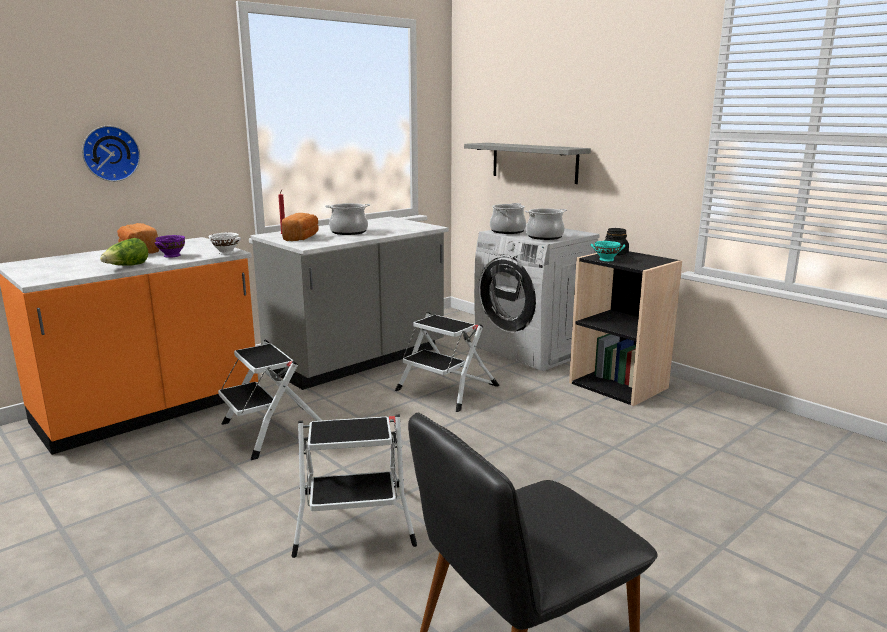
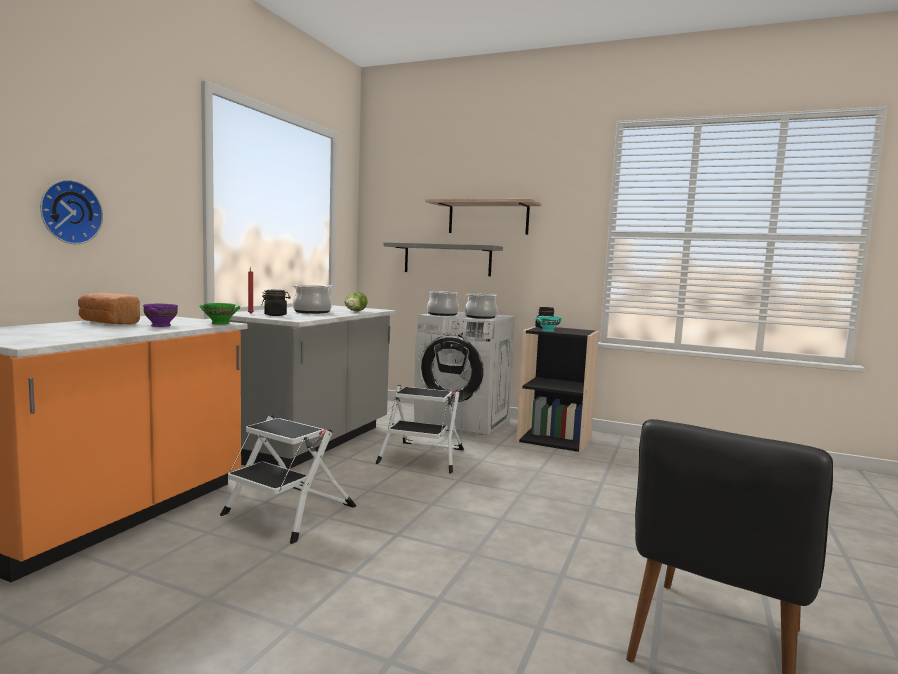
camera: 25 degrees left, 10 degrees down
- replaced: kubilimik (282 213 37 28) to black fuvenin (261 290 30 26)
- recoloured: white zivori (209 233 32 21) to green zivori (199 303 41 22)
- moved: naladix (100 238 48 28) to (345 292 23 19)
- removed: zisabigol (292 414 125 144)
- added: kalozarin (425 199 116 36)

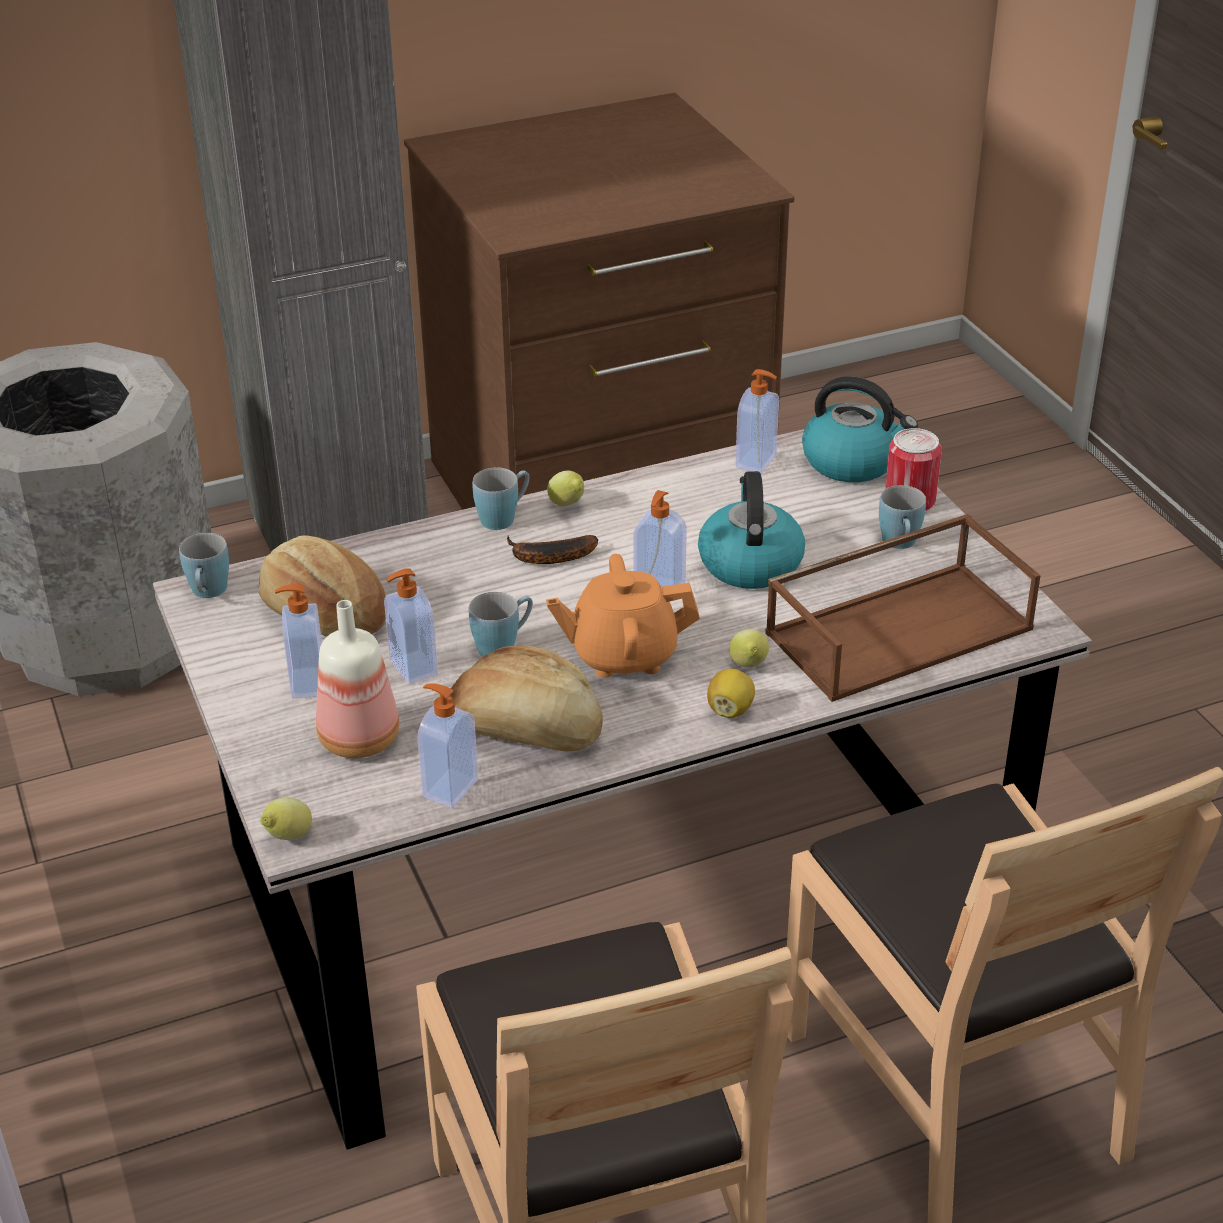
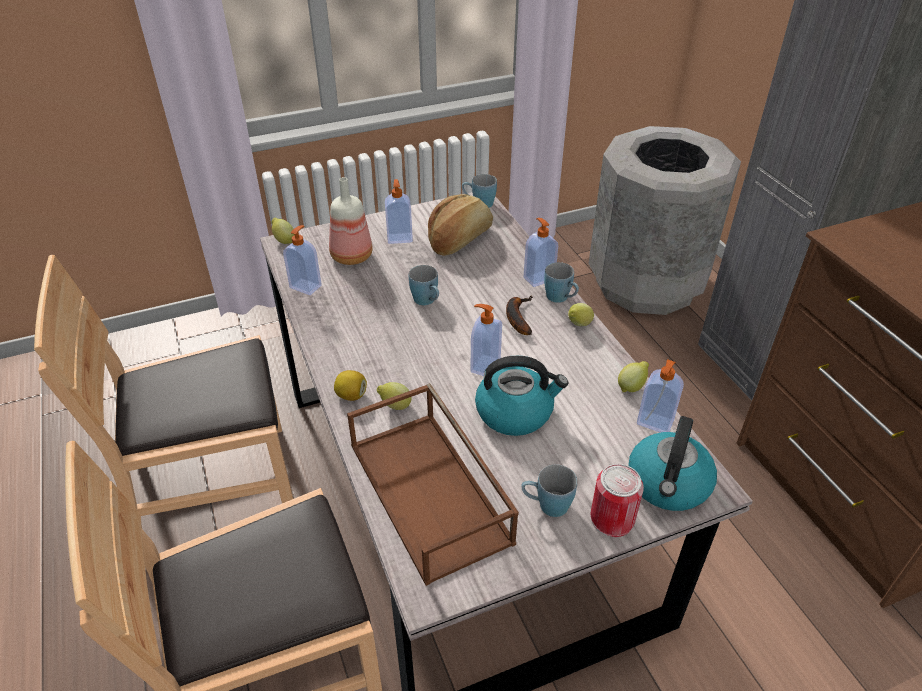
camera: 90 degrees right, 5 degrees up
- removed: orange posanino (546 554 154 124)
- moved: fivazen (384 568 54 116) to (524 218 34 69)
- removed: kubilimik (449 646 154 106)
- added: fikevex (618 361 31 31)

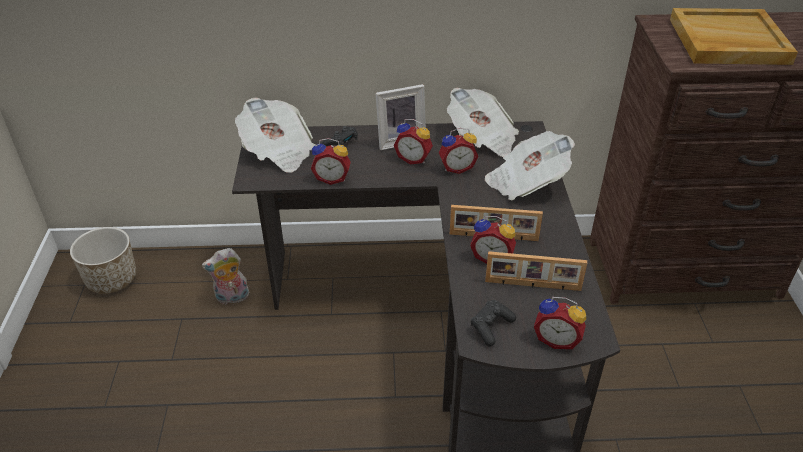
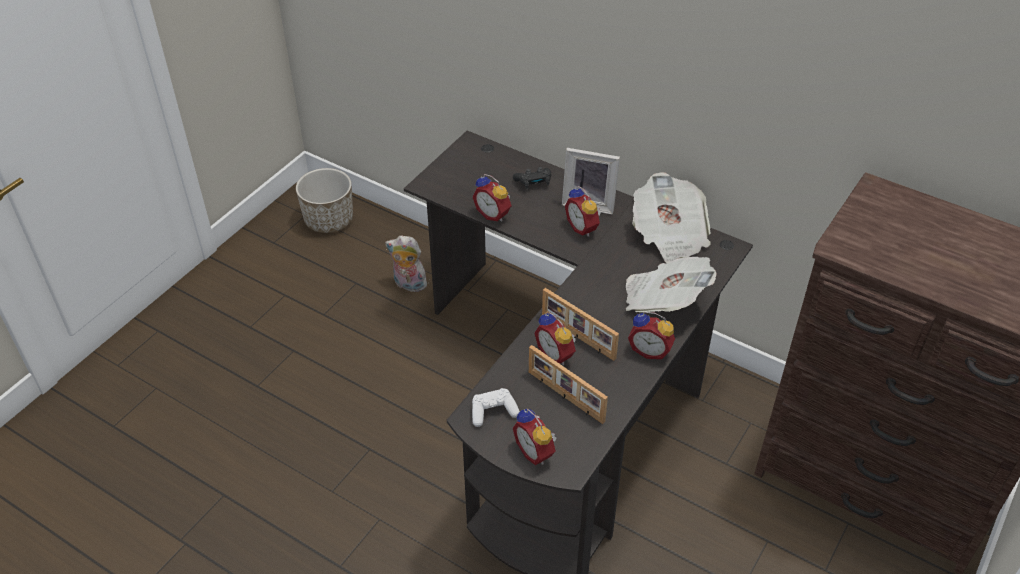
camera: 35 degrees right, 5 degrees up
- removed: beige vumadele (670 8 128 57)
- removed: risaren (235 97 80 76)
- moved: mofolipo (439 128 39 46) to (628 312 47 47)
- recoloured: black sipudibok (471 300 45 46) to white sipudibok (472 388 48 39)

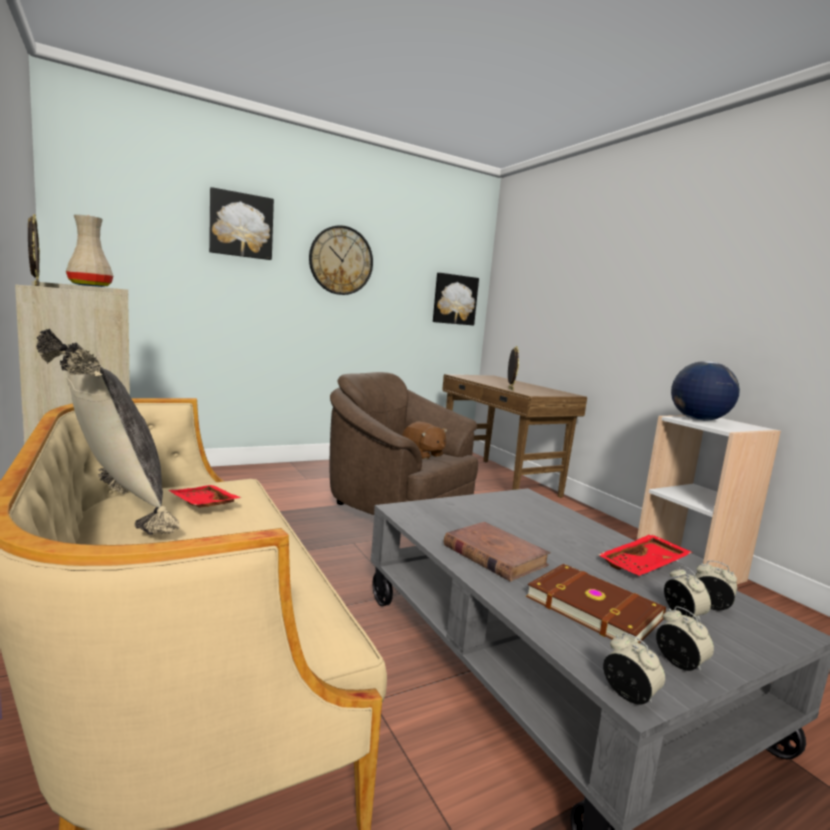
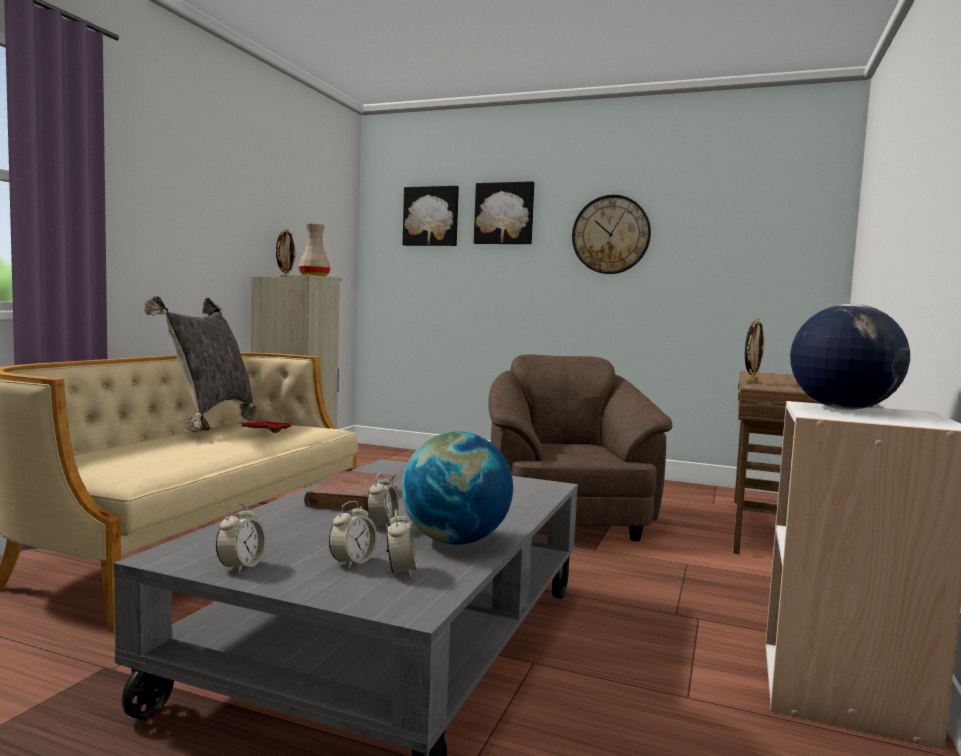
camera: 50 degrees right, 5 degrees down
- moved: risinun (433 273 46 53) to (402 186 57 60)
- removed: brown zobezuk (402 421 45 39)
- replaced: red vumadele (599 534 94 42) to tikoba (402 432 111 113)
- removed: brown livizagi (526 564 140 79)
- moved: mofolipo (603 633 62 72) to (367 473 32 57)

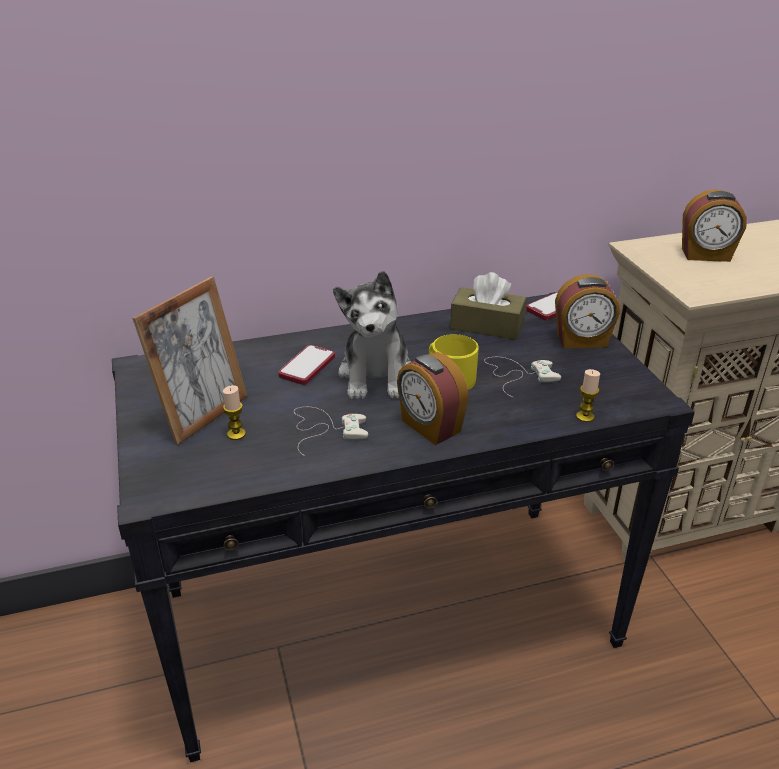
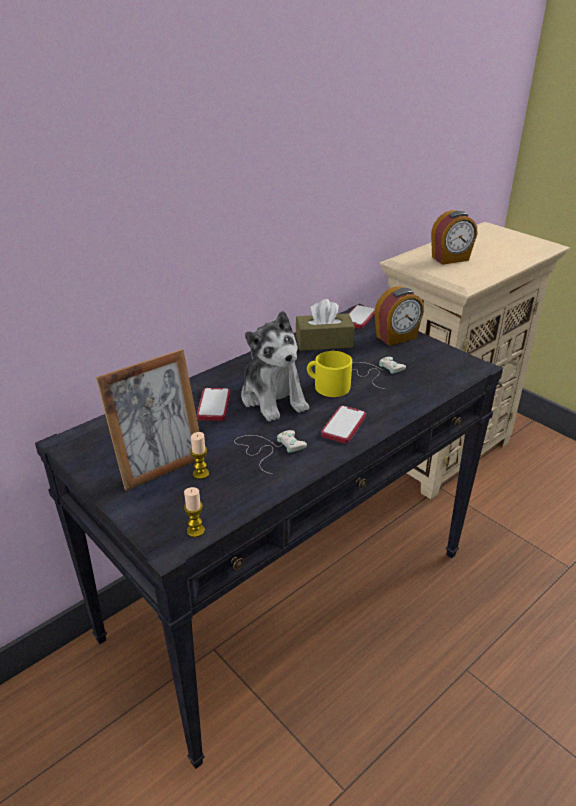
camera: 25 degrees left, 0 degrees up
- turned: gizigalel (132 277 116 168) = (96 349 103 142) 45 degrees clockwise
- replaced: mofolipo (397 352 72 93) to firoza (321 406 45 38)
- moved: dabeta (576 369 24 53) to (184 487 21 50)

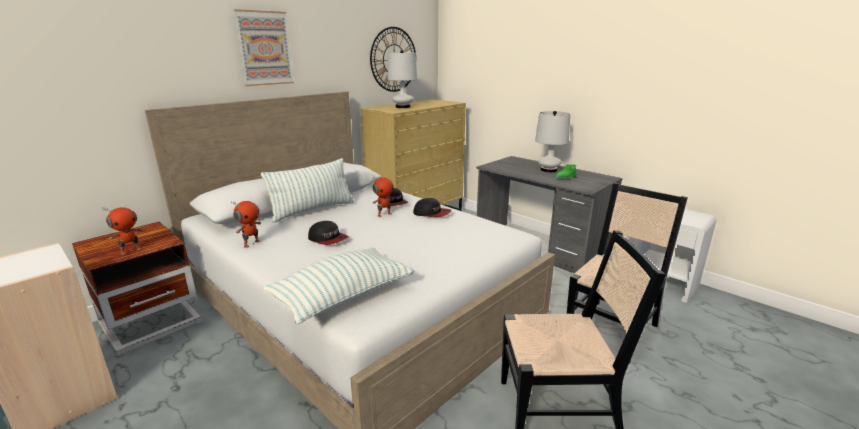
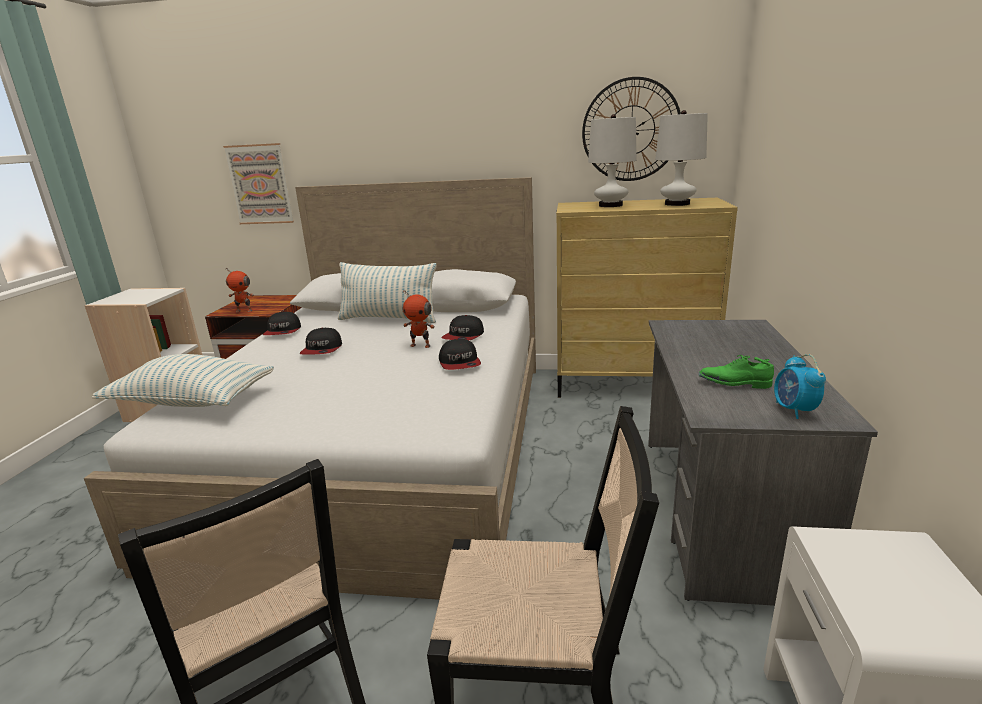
camera: 55 degrees right, 0 degrees up
- moved: risinun (233 9 61 77) to (223 143 71 81)
- moved: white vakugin (535 111 35 61) to (655 110 53 96)
- replaced: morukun (231 201 30 47) to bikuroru (263 312 38 23)
- added: mofolipo (774 354 52 65)

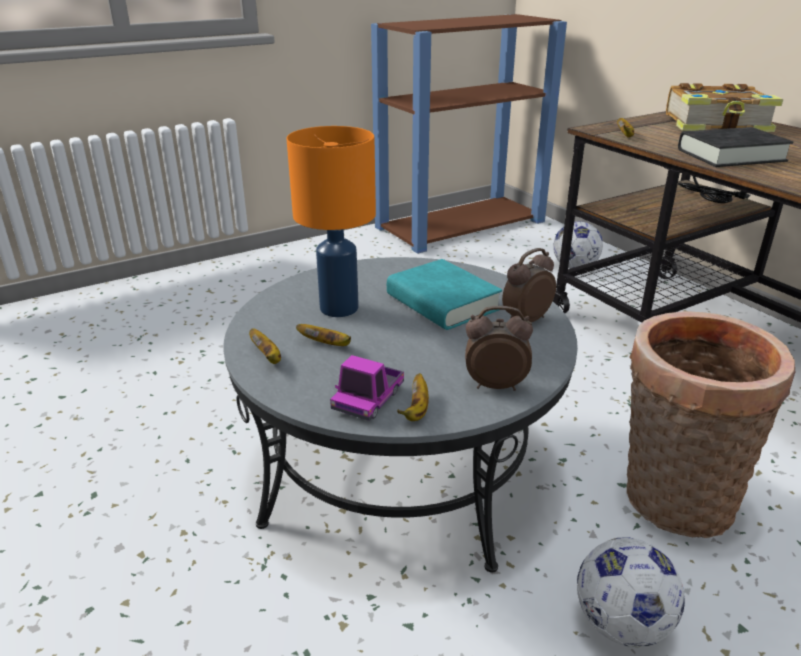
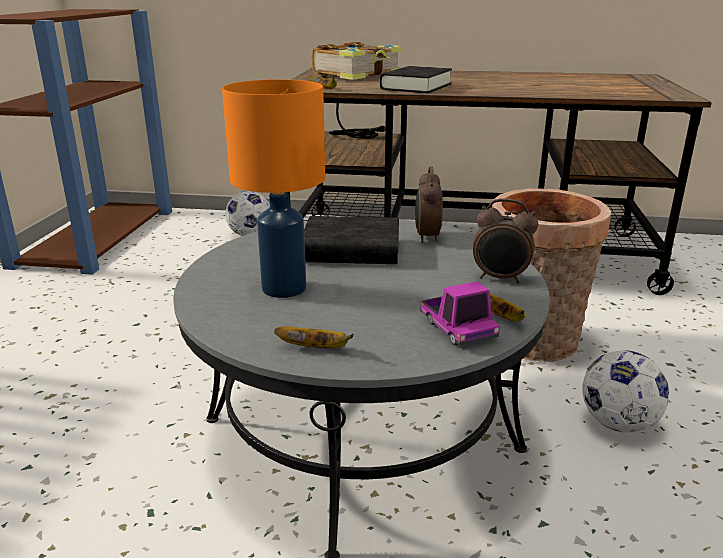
camera: 50 degrees left, 5 degrees down
- recoloured: turquoise livizagi (387 259 115 71) to black livizagi (304 216 95 48)
- turned: mofolipo (465 306 68 85) = (473 199 65 84) 120 degrees counterclockwise
- removed: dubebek (296 324 55 22)

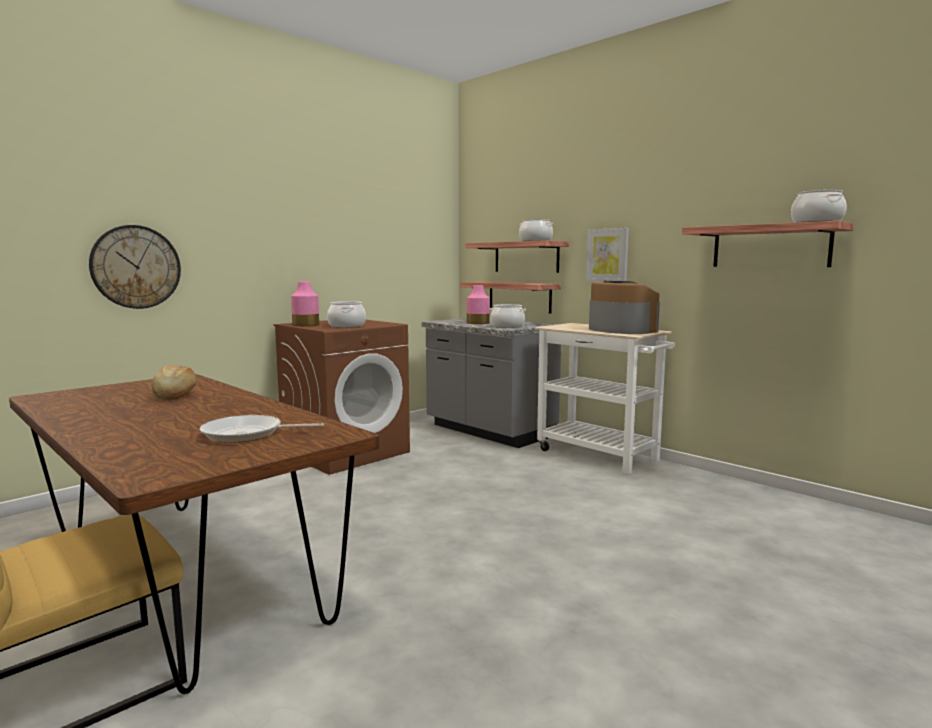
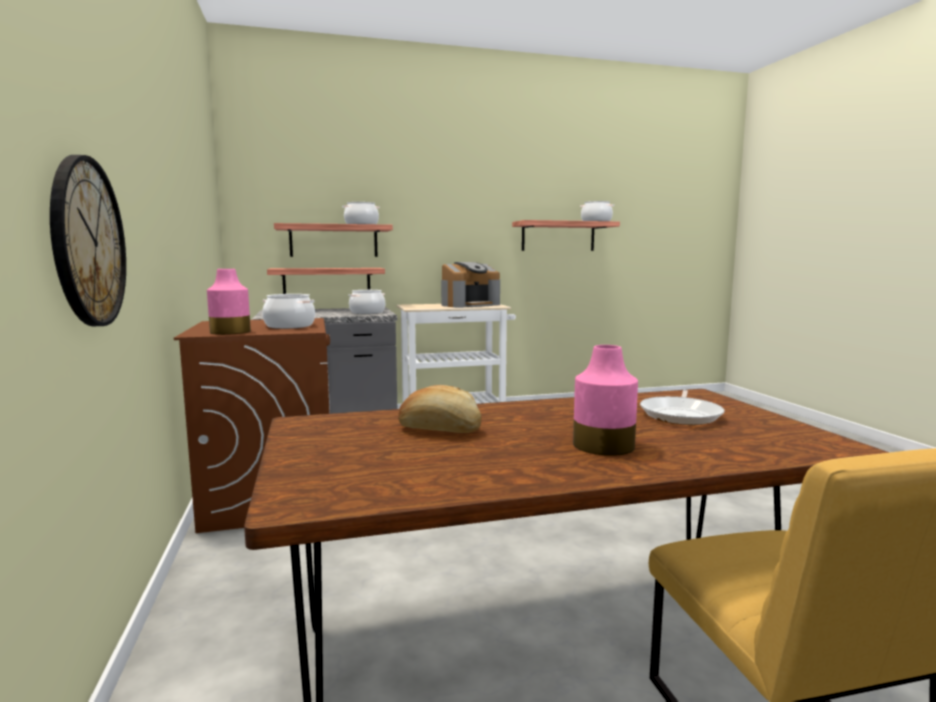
camera: 60 degrees left, 0 degrees up
- removed: risinun (586 228 43 53)
- turned: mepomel (589 280 71 54) = (441 262 59 46) 150 degrees clockwise
- moved: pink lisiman (467 285 23 39) to (573 345 65 111)

